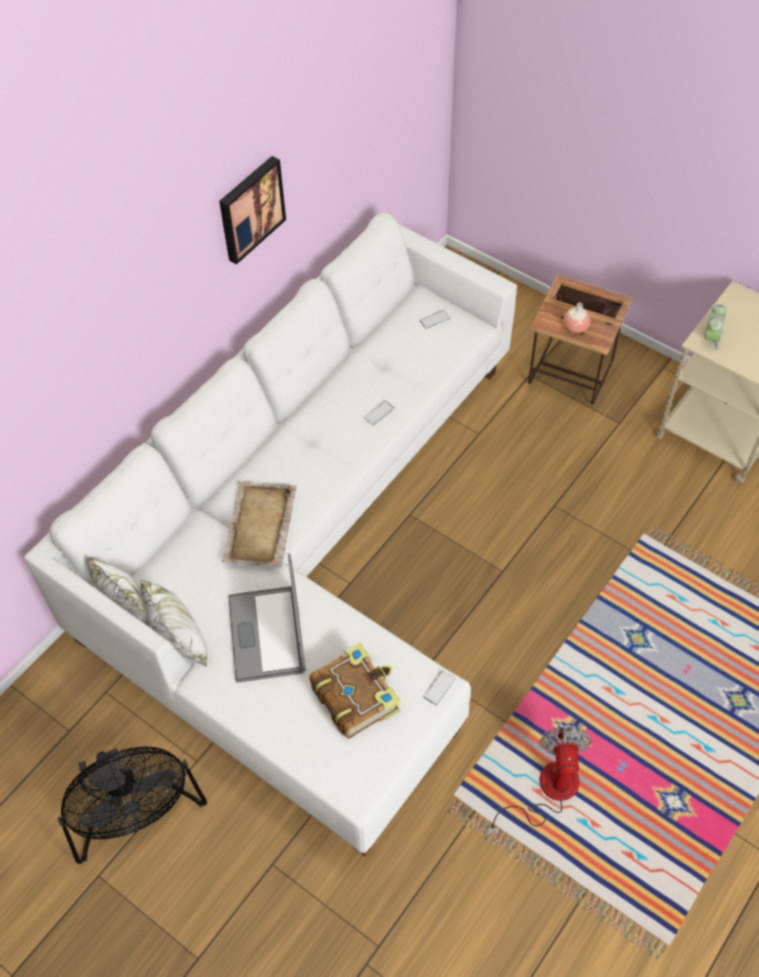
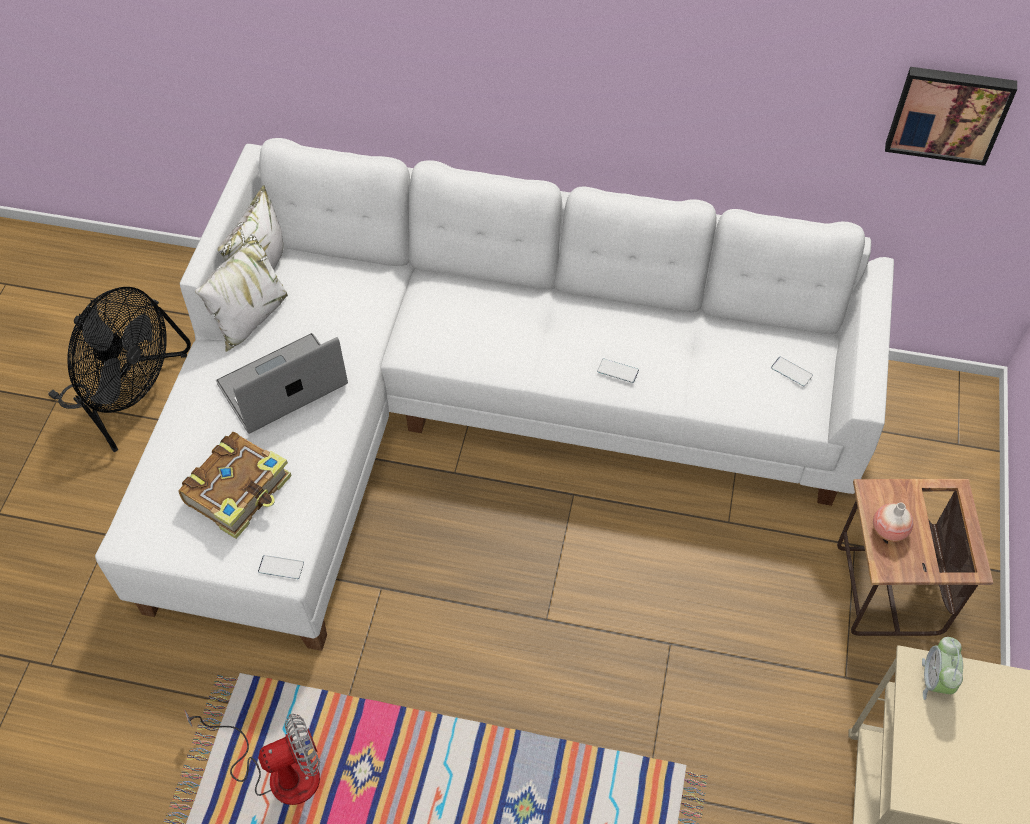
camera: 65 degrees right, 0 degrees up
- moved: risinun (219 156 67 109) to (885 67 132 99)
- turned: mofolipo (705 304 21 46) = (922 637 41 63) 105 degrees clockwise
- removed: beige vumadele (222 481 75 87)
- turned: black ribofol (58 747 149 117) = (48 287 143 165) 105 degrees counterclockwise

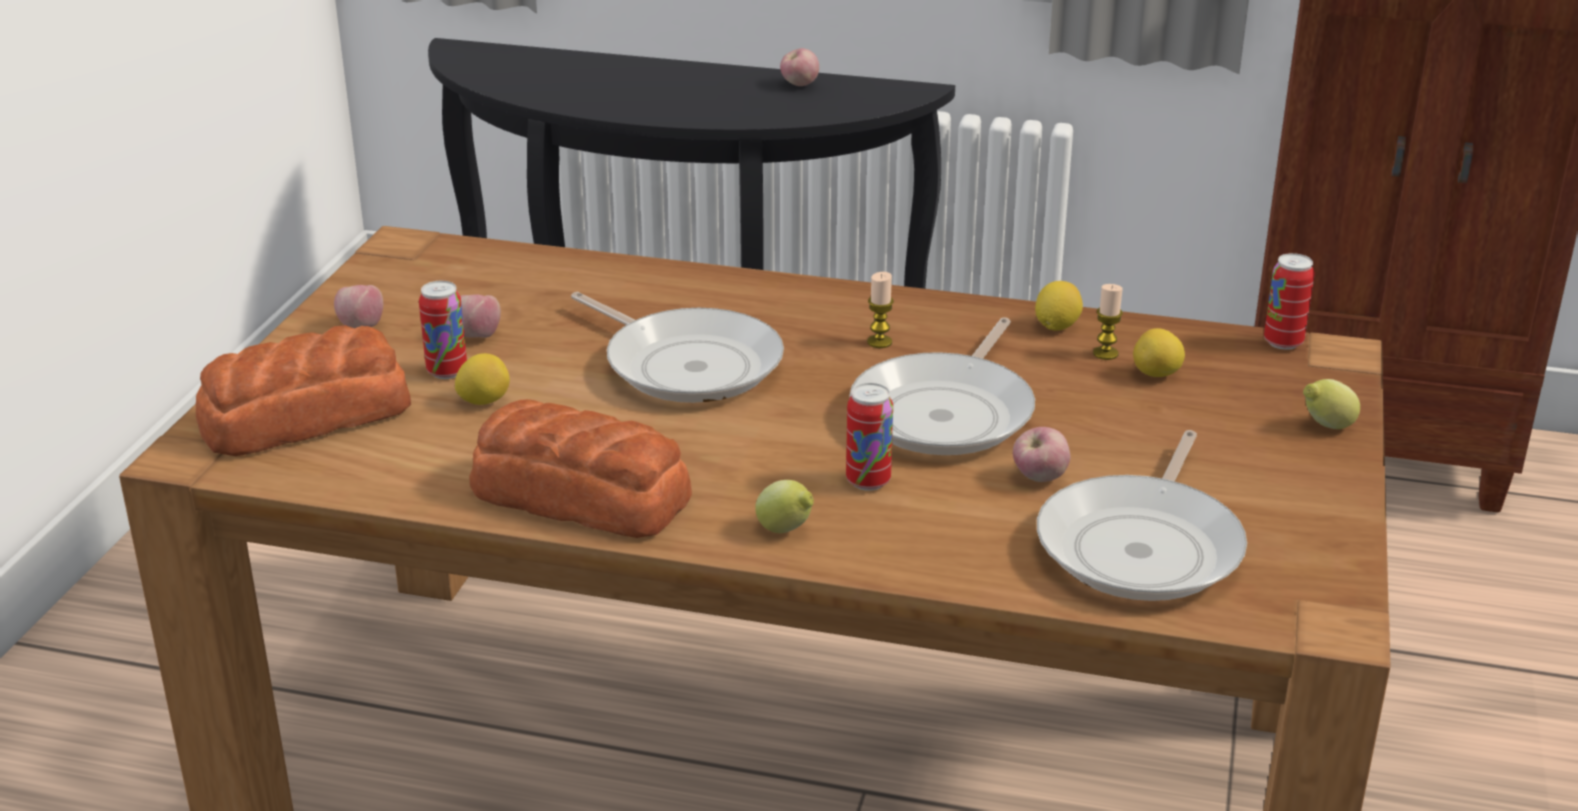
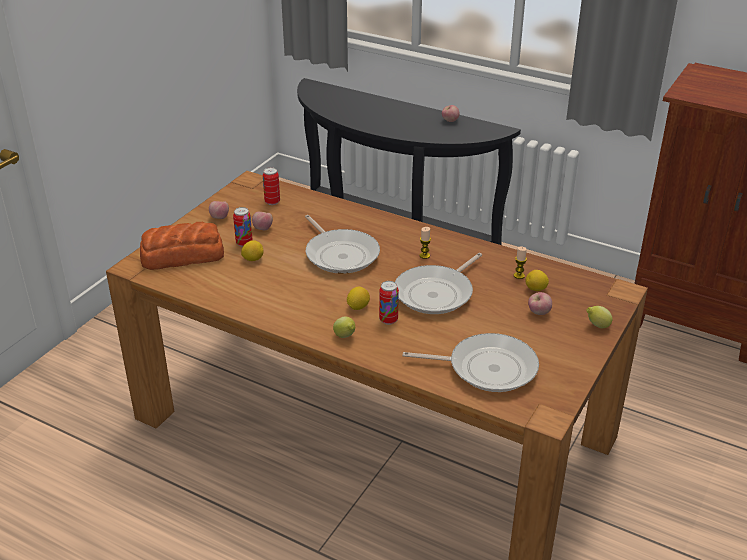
camera: 15 degrees right, 5 degrees up
- moved: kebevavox (1264 253 51 97) to (263 167 17 38)
- moved: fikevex (1035 281 48 50) to (347 287 23 23)
- removed: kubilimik (469 399 223 139)
- moved: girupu (1013 427 57 55) to (528 292 24 23)
- turned: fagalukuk (1037 430 210 171) = (403 333 136 59) 120 degrees counterclockwise

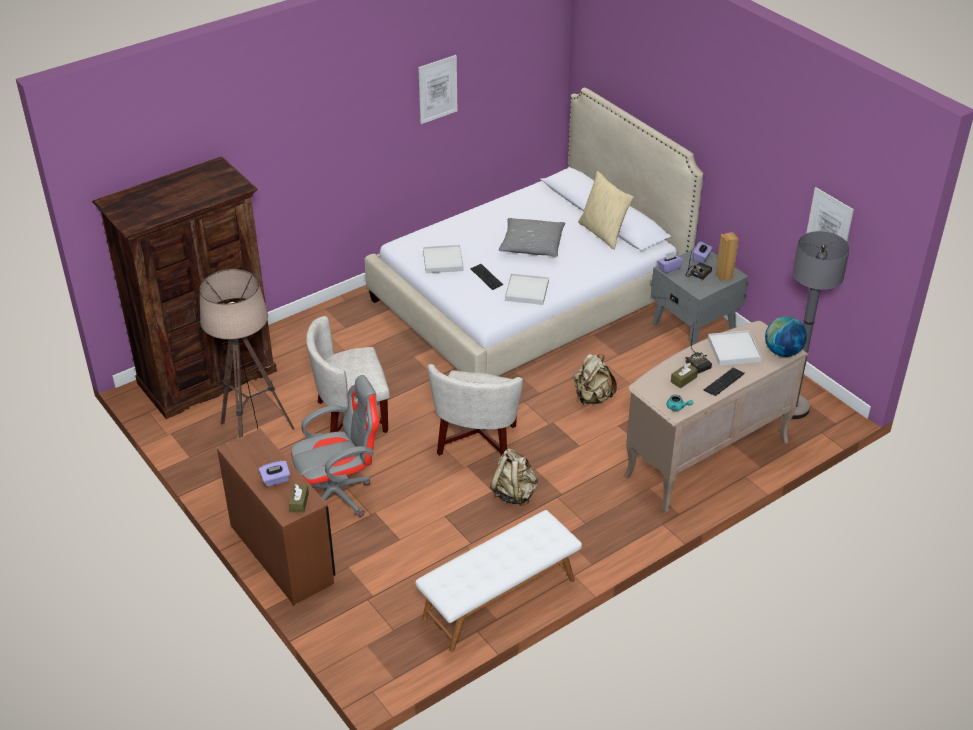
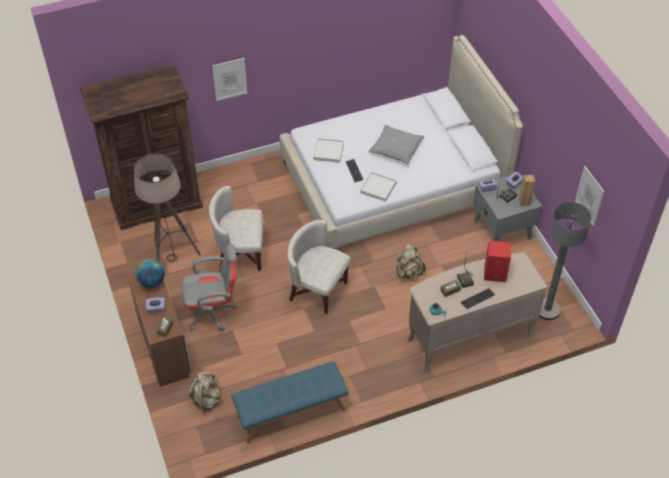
camera: 15 degrees right, 10 degrees up
- moved: risinun (418 55 39 69) to (212 58 35 43)
- removed: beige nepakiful (578 171 56 79)
- moved: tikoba (765 316 42 41) to (135 259 30 29)
- replaced: white vumadele (708 330 54 36) to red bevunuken (484 241 27 41)
- turned: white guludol (428 364 95 92) = (287 220 64 94) 90 degrees clockwise
- moved: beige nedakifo (490 449 48 57) to (188 372 32 41)
- recoloured: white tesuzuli (416 510 166 142) to blue tesuzuli (231 361 118 83)

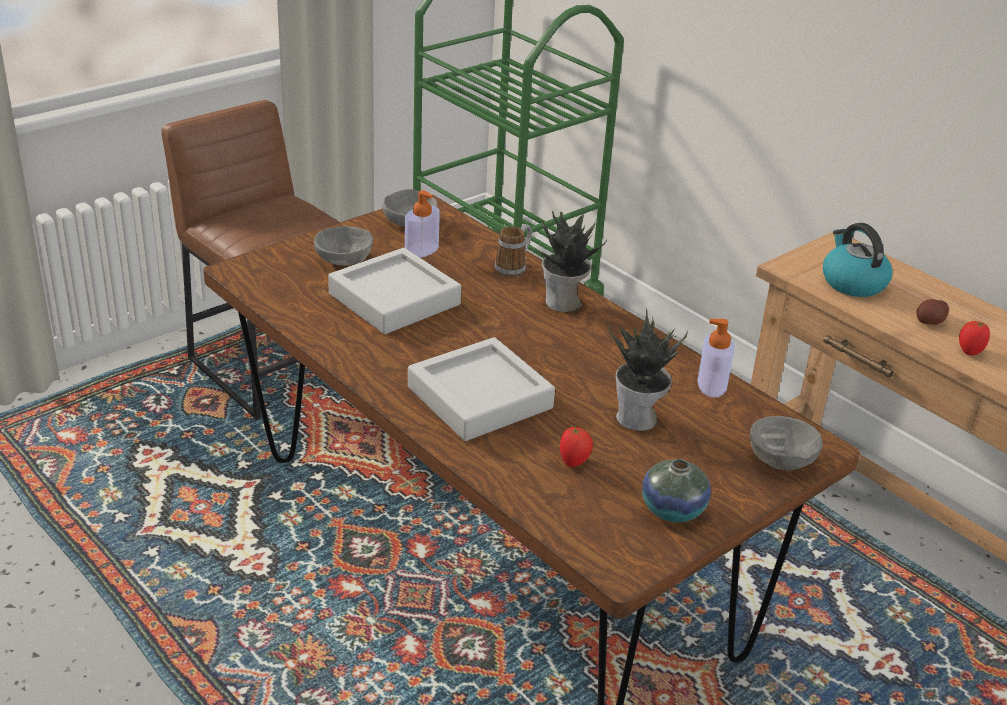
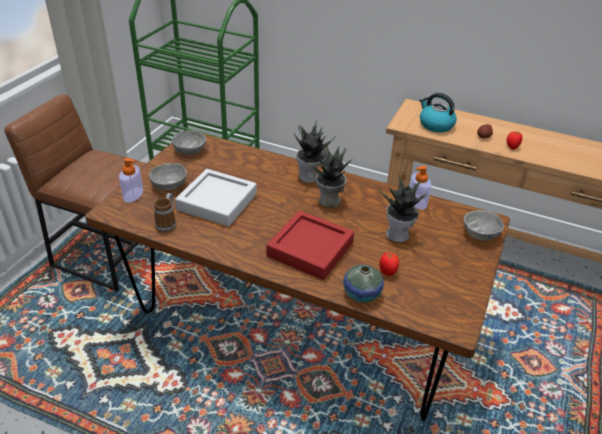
camera: 25 degrees left, 5 degrees up
- moved: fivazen (405 190 35 68) to (119 158 24 45)
- moved: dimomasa (495 224 37 54) to (154 193 23 40)
- recoloured: grey vumadele (408 337 147 104) to red vumadele (266 211 88 69)
- moved: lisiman (642 459 69 63) to (343 265 41 37)
- added: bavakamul (305 143 47 65)

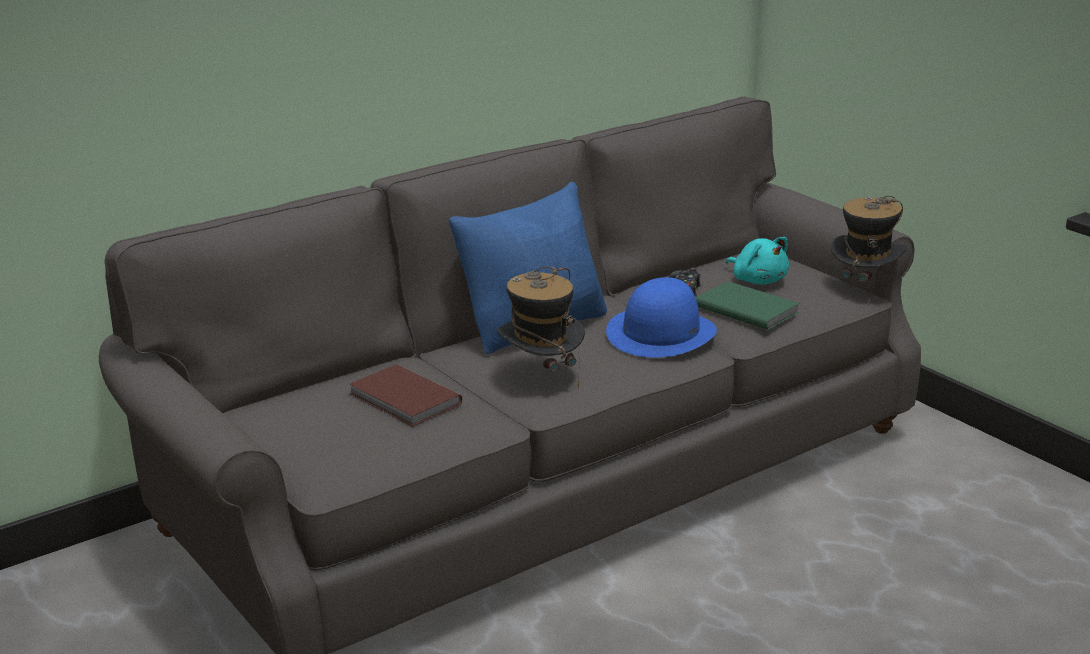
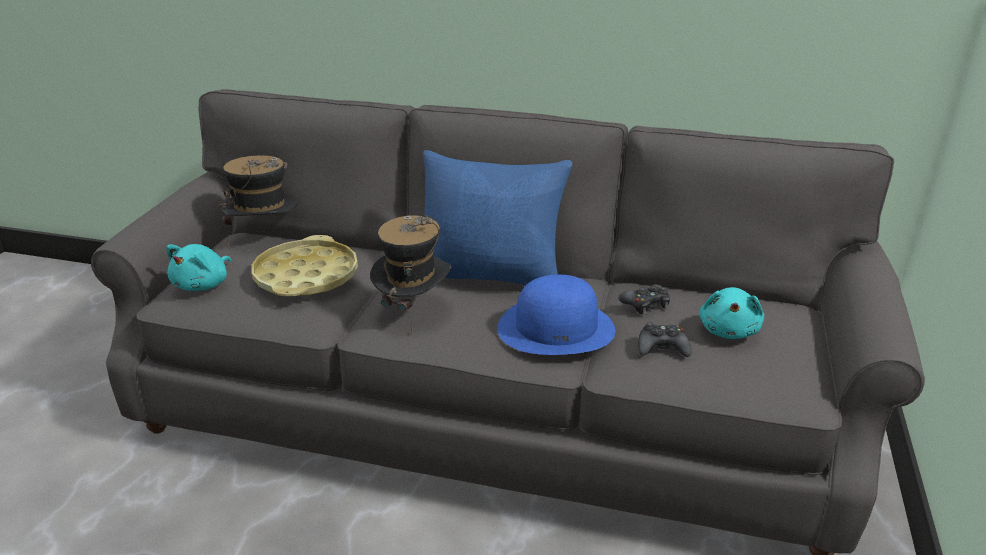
camera: 50 degrees right, 5 degrees up
- moved: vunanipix (830 196 77 108) to (218 155 80 92)
- replaced: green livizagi (696 281 104 49) to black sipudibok (638 322 54 35)
- replaced: brown livizagi (349 364 113 63) to yellow vumadele (252 235 106 61)
- added: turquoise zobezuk (167 244 64 47)

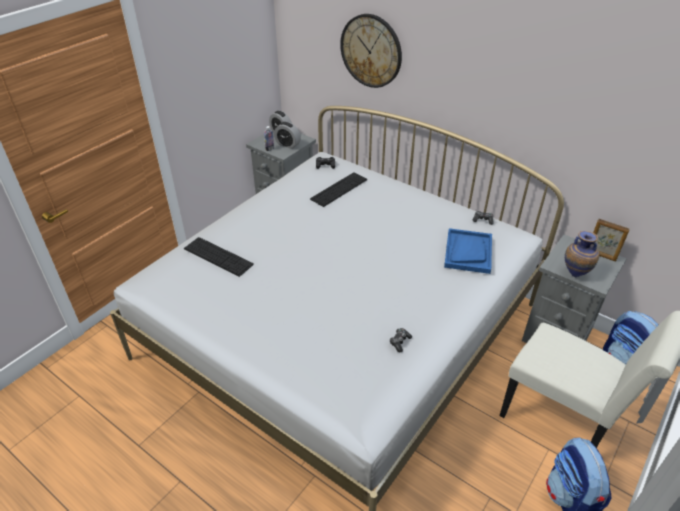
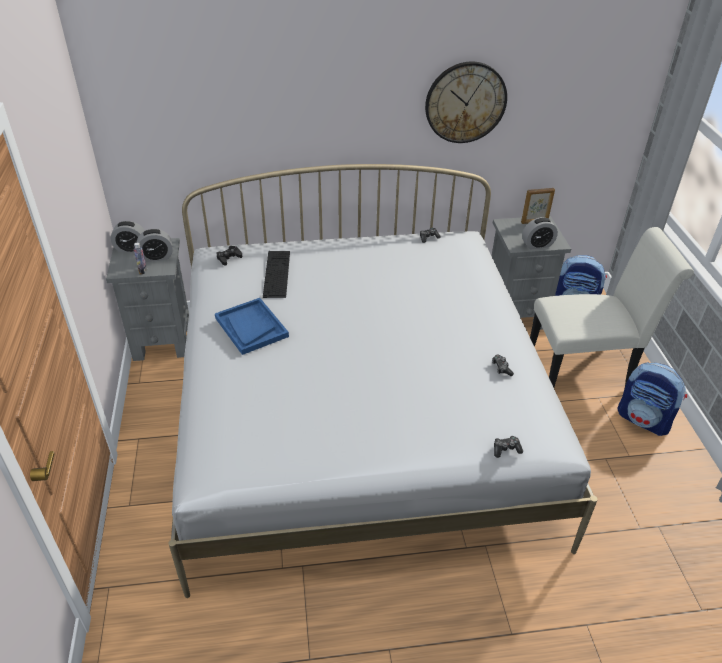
camera: 45 degrees left, 0 degrees up
- moved: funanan (340 14 62 74) to (425 61 82 82)
- moved: blue vumadele (444 228 48 46) to (215 298 74 57)
- replaced: lisiman (565 231 34 46) to mofolipo (522 217 36 33)
- removed: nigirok (184 237 70 40)
- added: sipudibok (494 436 29 22)

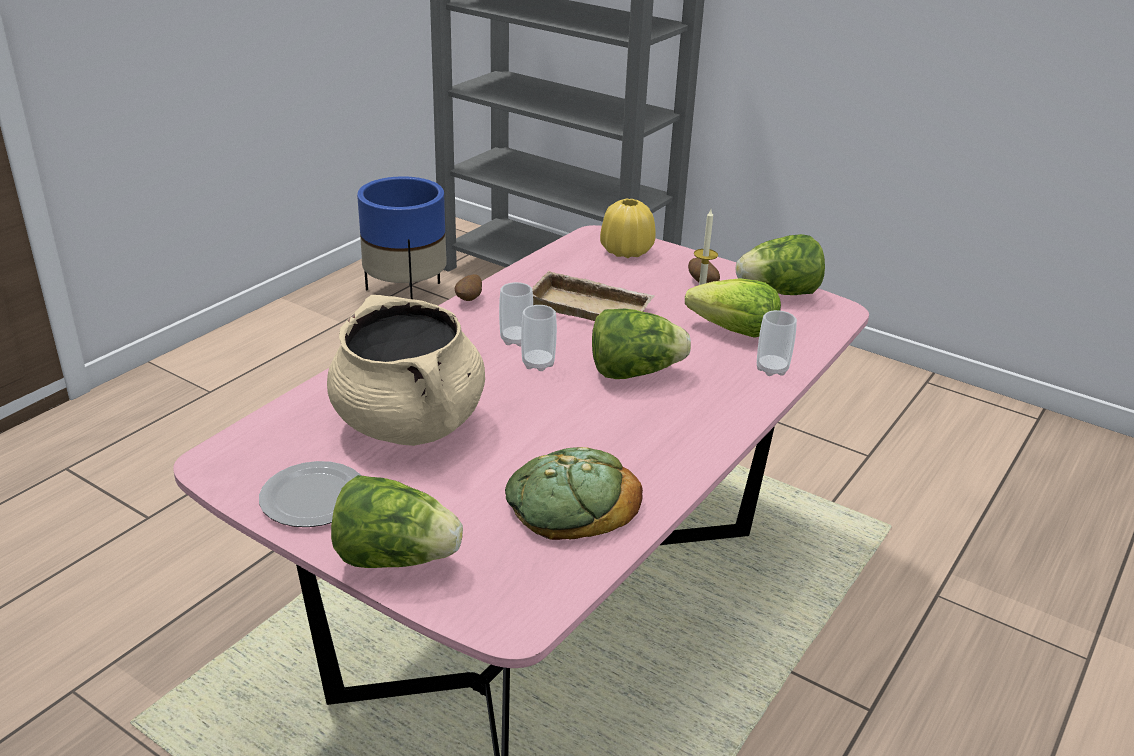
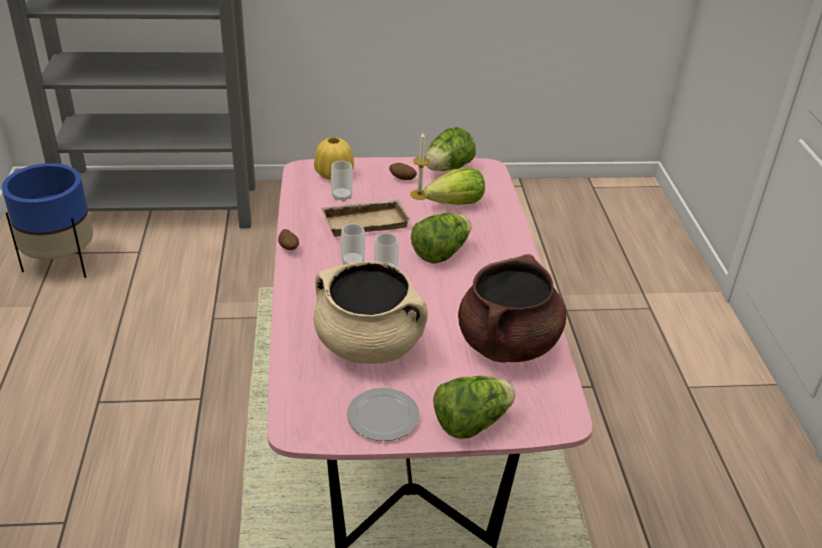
camera: 40 degrees left, 5 degrees up
- moved: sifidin (757 310 40 66) to (331 161 22 41)
- replaced: kubilimik (505 447 138 93) to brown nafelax (458 254 108 109)

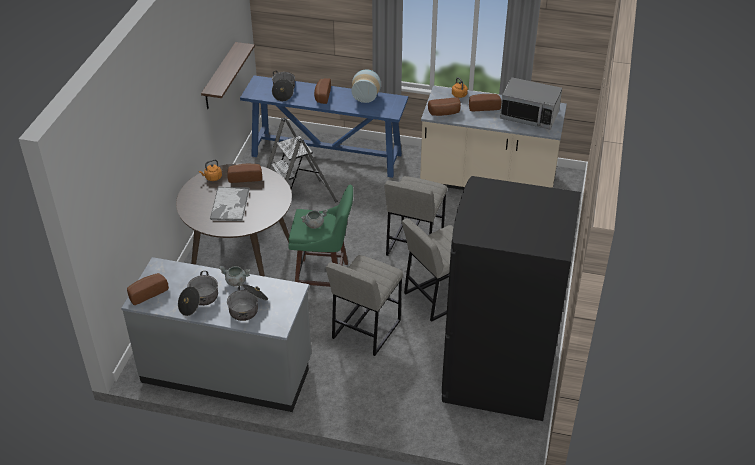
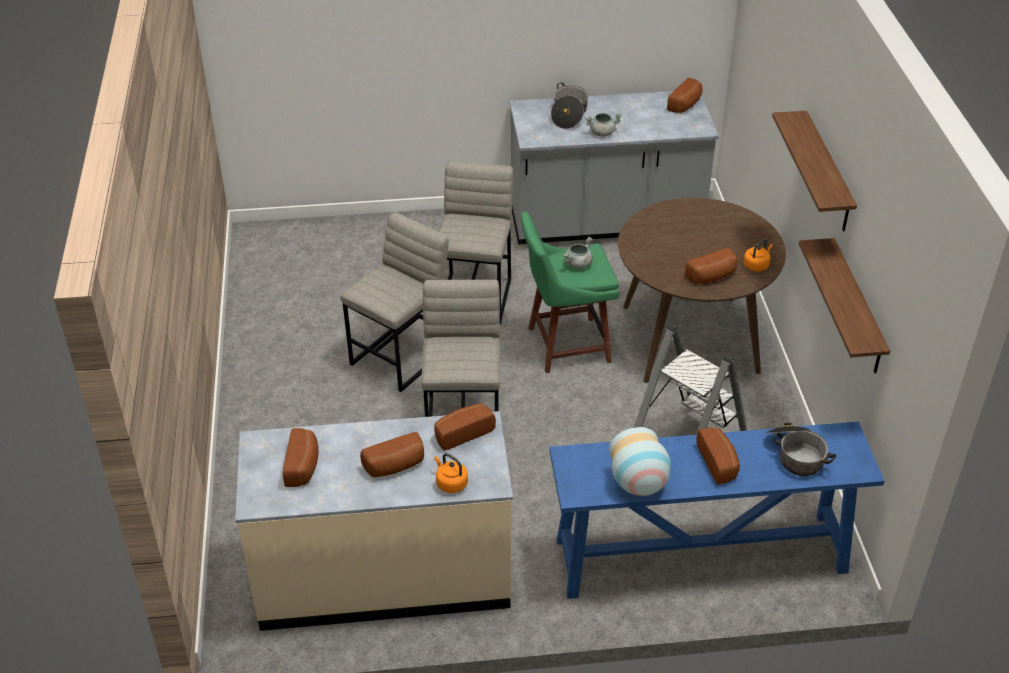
camera: 160 degrees right, 0 degrees up
- replaced: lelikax (500 77 62 52) to kubilimik (283 428 36 59)
- removed: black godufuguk (442 176 139 245)
- removed: vumadele (210 187 40 34)
- removed: nafelax (178 271 40 45)
- added: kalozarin (772 111 85 121)

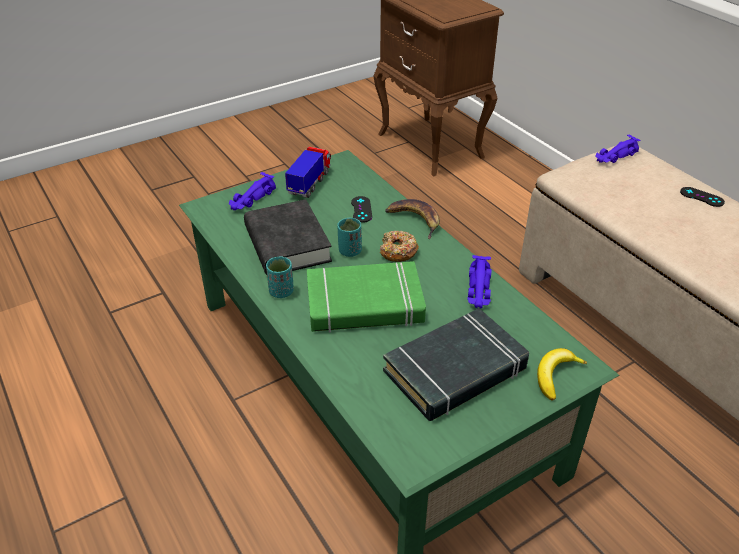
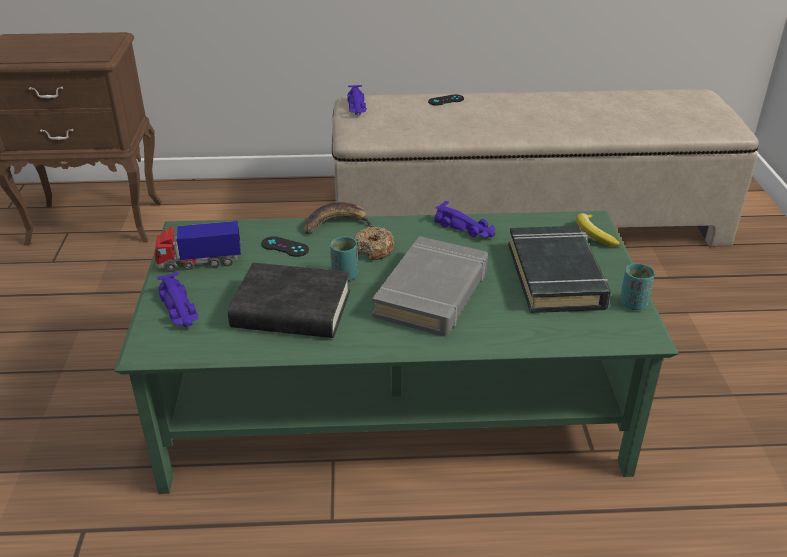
camera: 60 degrees left, 5 degrees down
- turned: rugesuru (285 147 46 51) = (155 221 86 51) 60 degrees counterclockwise
- moved: turquoise sifidin (266 256 28 42) to (620 263 35 47)
- recoloured: green livizagi (307 261 119 72) to grey livizagi (372 236 116 100)

